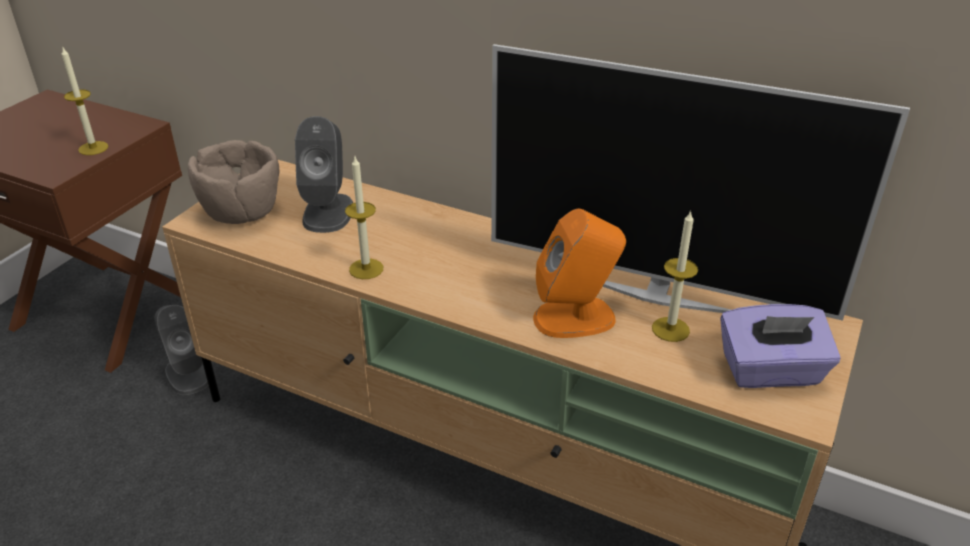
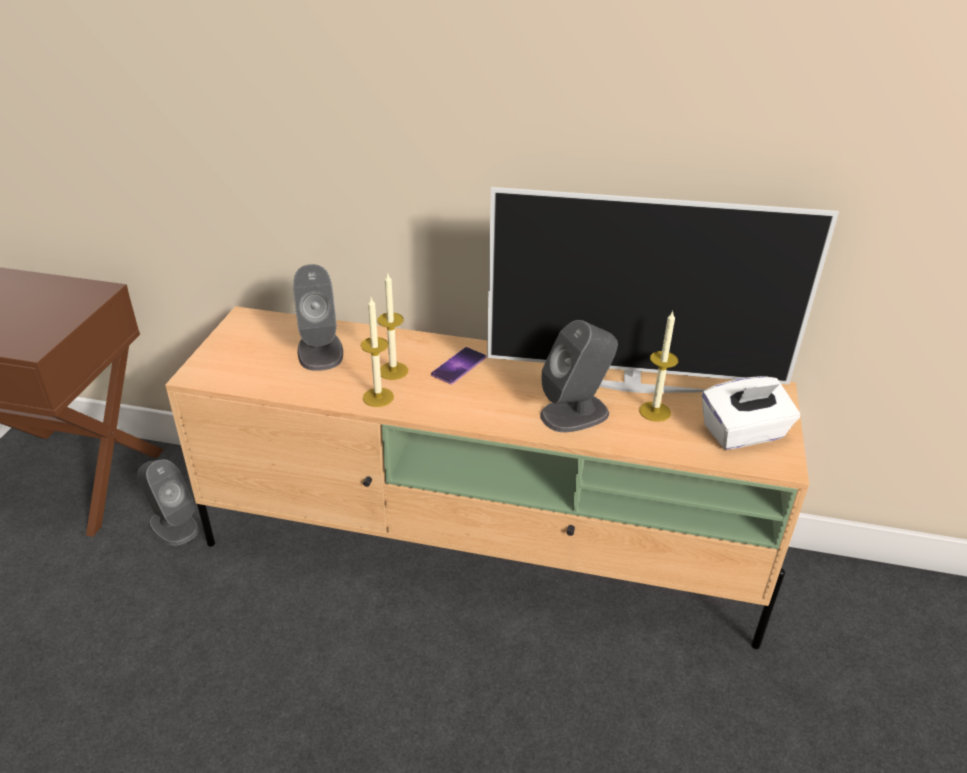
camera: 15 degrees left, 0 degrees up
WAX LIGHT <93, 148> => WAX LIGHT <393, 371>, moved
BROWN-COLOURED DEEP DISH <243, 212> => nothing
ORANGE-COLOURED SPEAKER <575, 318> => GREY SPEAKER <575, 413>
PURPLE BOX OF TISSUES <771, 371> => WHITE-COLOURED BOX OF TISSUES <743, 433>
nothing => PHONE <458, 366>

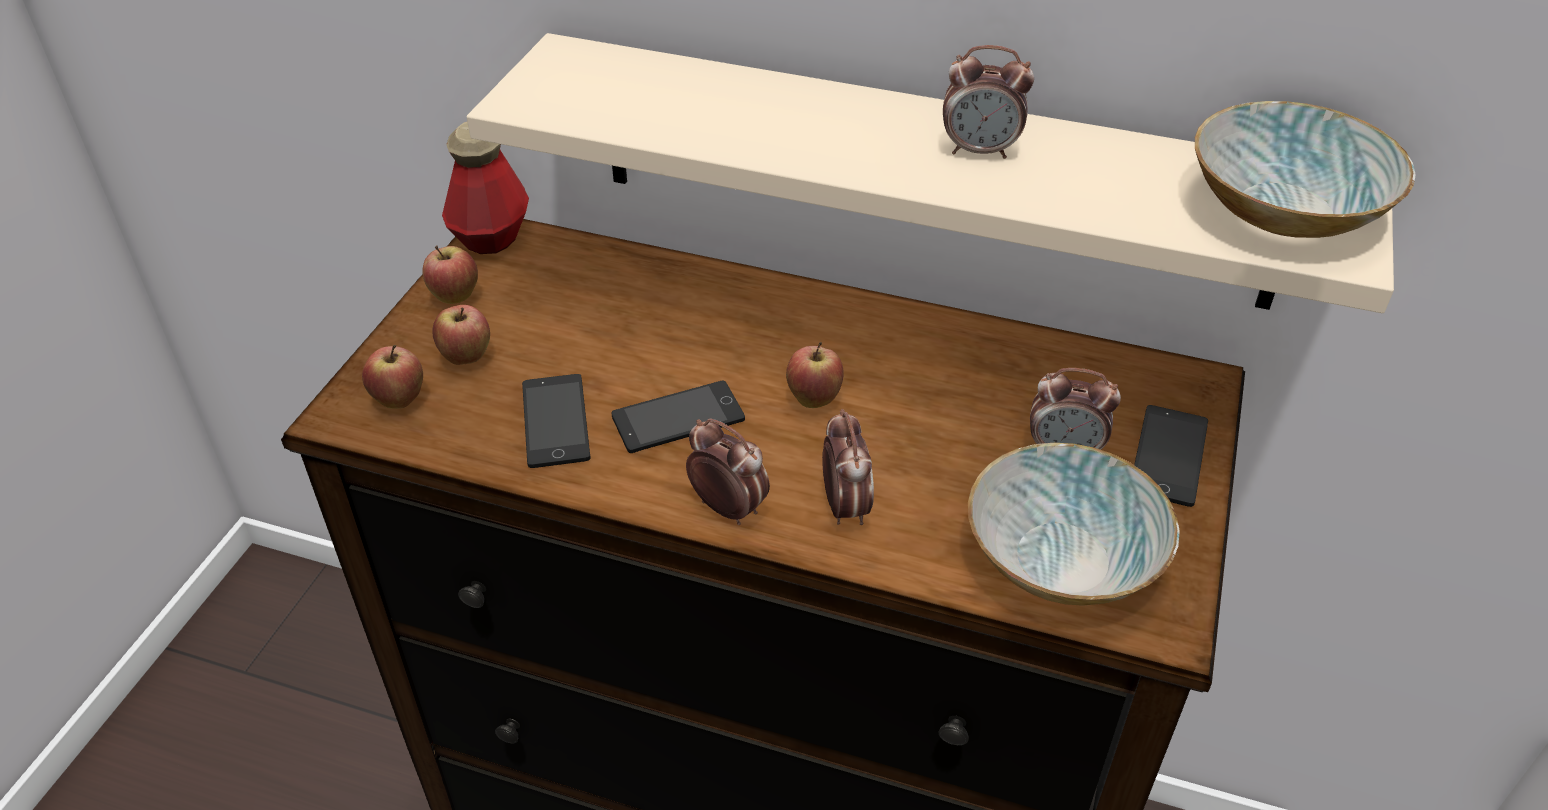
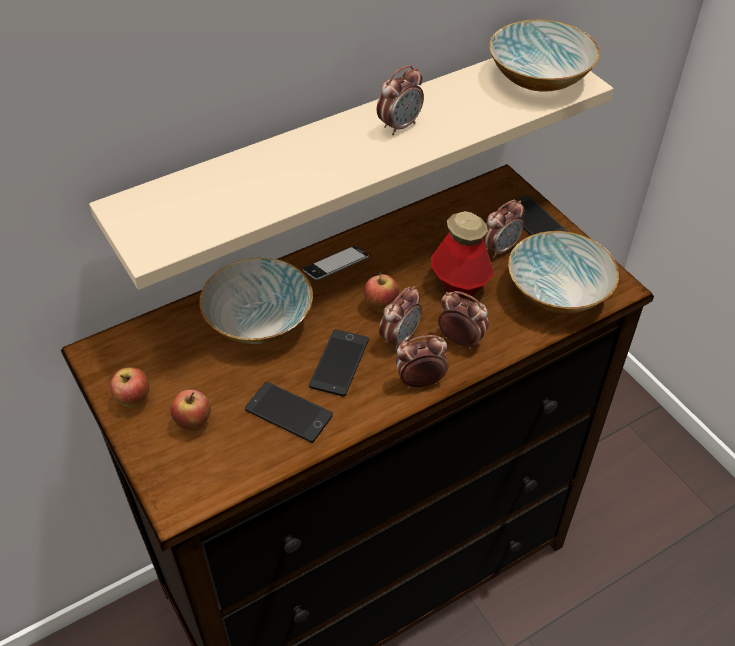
camera: 50 degrees left, 5 degrees up
APPLE <400, 400> => nothing
BOTTLE <491, 237> => BOTTLE <459, 283>, moved
nothing => DEEP DISH <260, 321>
nothing => PHONE <336, 267>
nothing => ALARM CLOCK <400, 338>

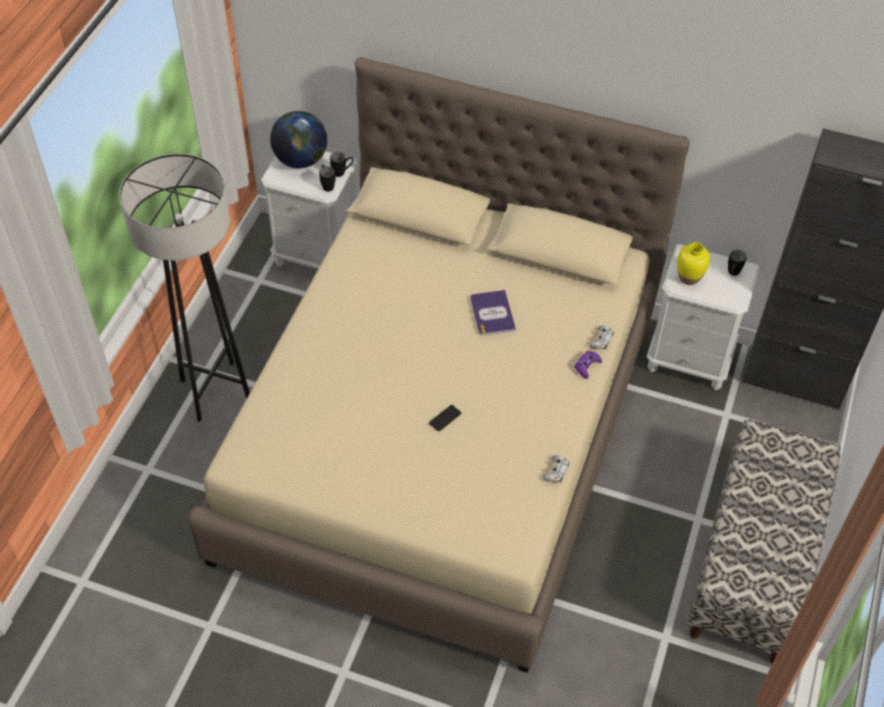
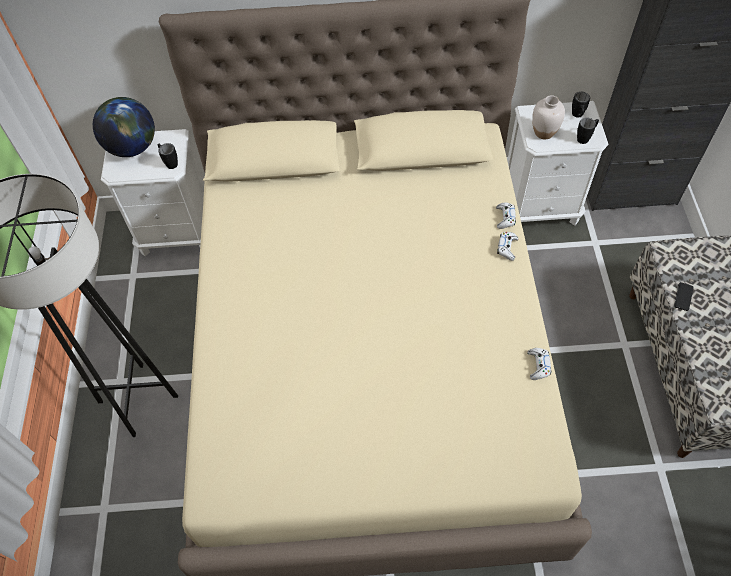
camera: 20 degrees left, 5 degrees up
BLACKISH MUG <342, 172> => BLACKISH MUG <585, 138>, moved
PHONE <445, 418> => PHONE <683, 297>, moved
VOLUME <492, 313> => nothing
PURPLE GAME CONTROLLER <587, 366> => WHITE-COLOURED GAME CONTROLLER <507, 248>
YELLOW-COLOURED DECORATIVE VASE <689, 277> => WHITE-COLOURED DECORATIVE VASE <543, 132>

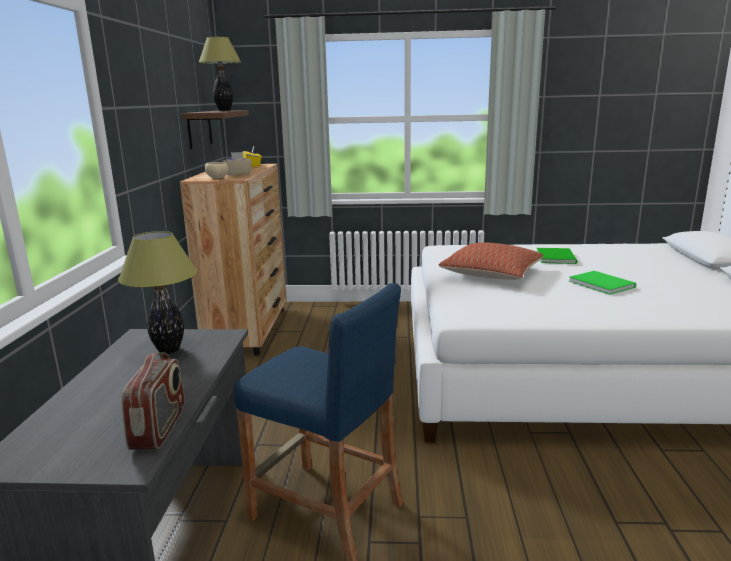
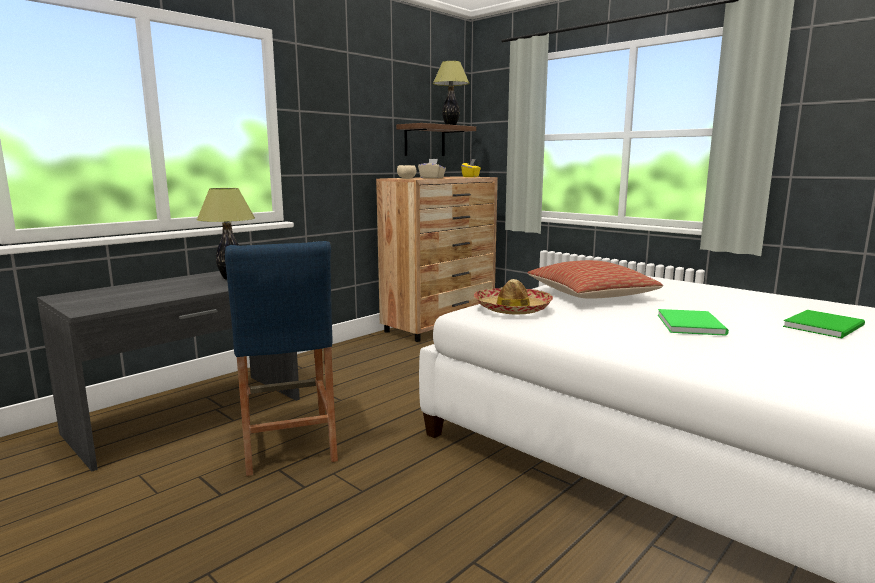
camera: 40 degrees right, 5 degrees down
RADIO <159, 428> => nothing
GREEN VOLUME <556, 257> => GREEN VOLUME <826, 326>, moved
nothing => CLOTHING HAT <512, 309>

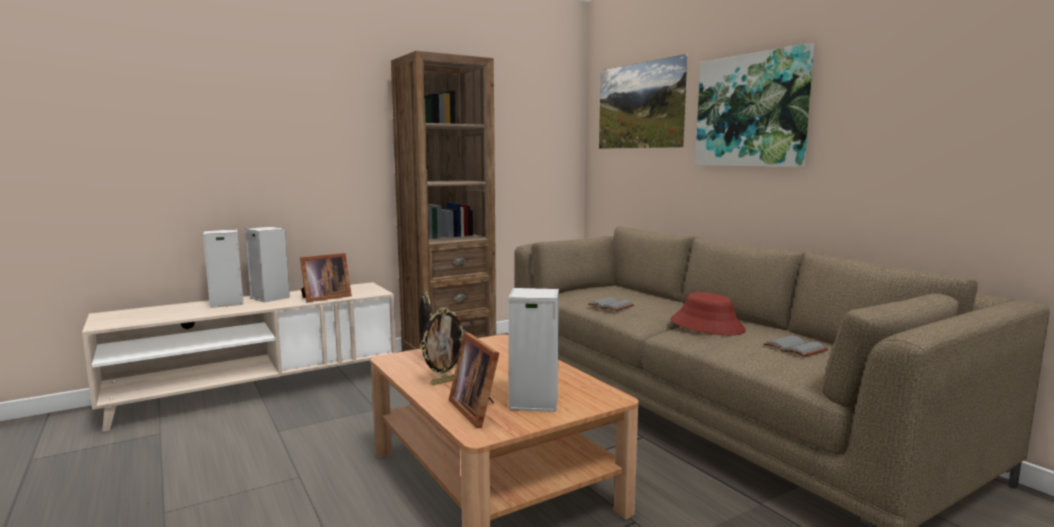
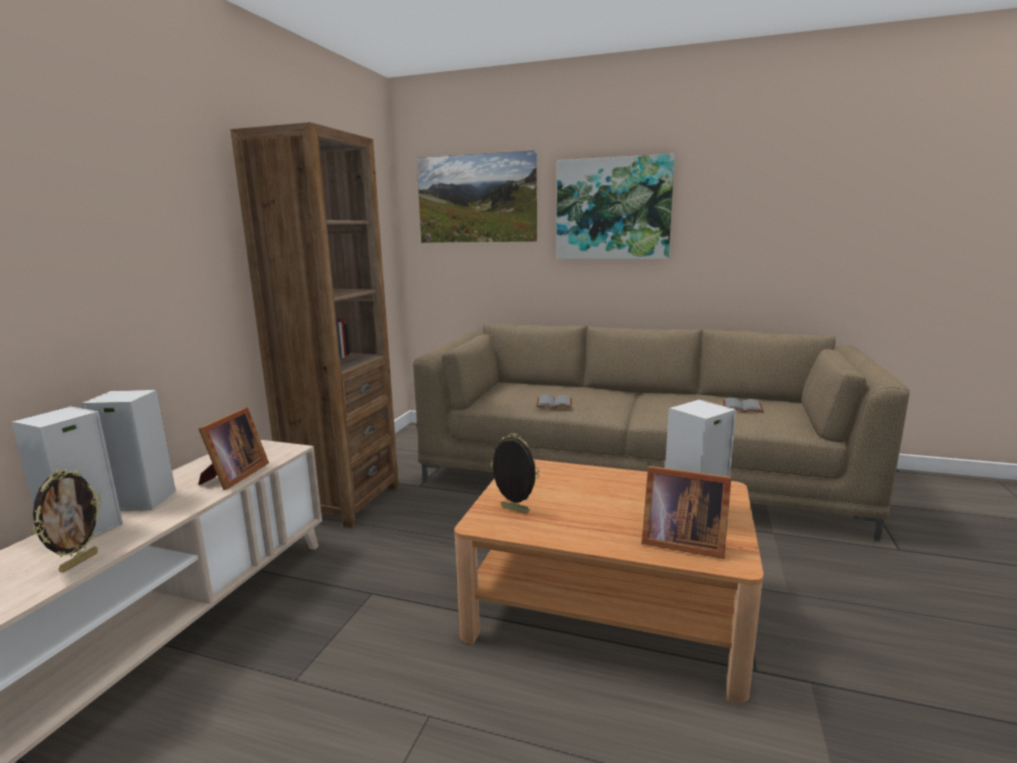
camera: 40 degrees left, 5 degrees up
STANDING FRAME <443, 381> => STANDING FRAME <78, 562>, moved
REDDISH CLOTHING HAT <707, 326> => nothing

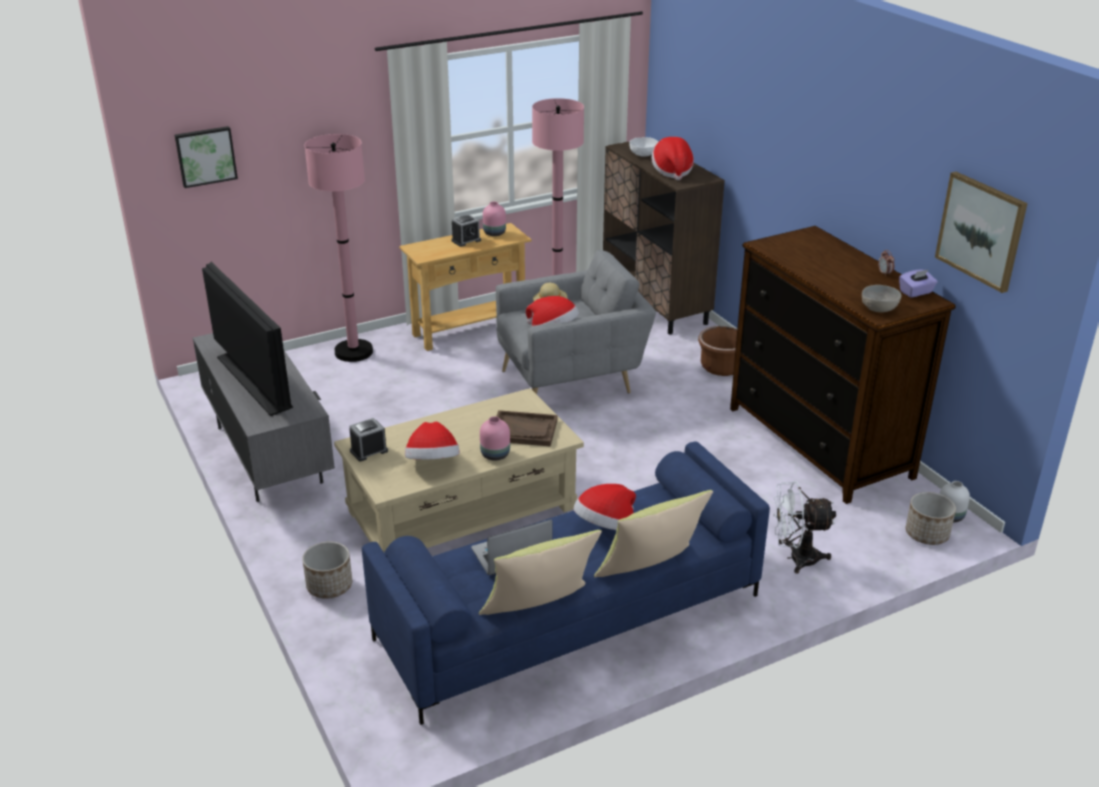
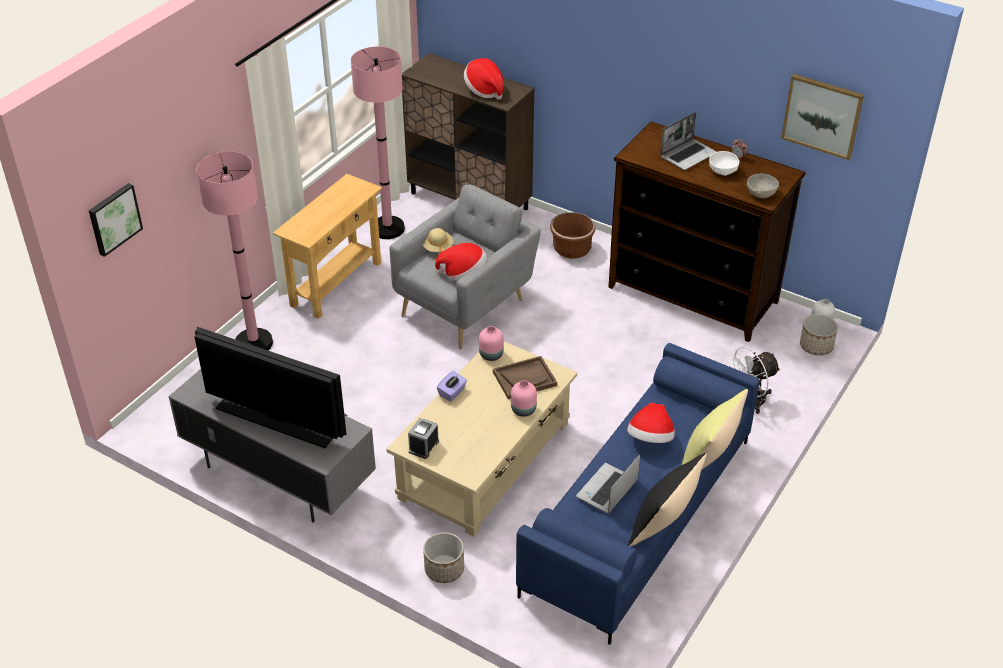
camera: 30 degrees left, 10 degrees up
CLOTHING HAT <433, 463> => nothing
ALARM CLOCK <466, 240> => nothing
YELLOW-COLOURED CUSHION <539, 609> => BLACKISH CUSHION <663, 524>
PINK-COLOURED DECORATIVE VASE <494, 233> => PINK-COLOURED DECORATIVE VASE <491, 355>, moved
WHITE-COLOURED DEEP DISH <643, 154> => WHITE-COLOURED DEEP DISH <723, 171>, moved
PURPLE BOX OF TISSUES <916, 292> => PURPLE BOX OF TISSUES <452, 392>, moved
nothing => PORTABLE COMPUTER <688, 155>

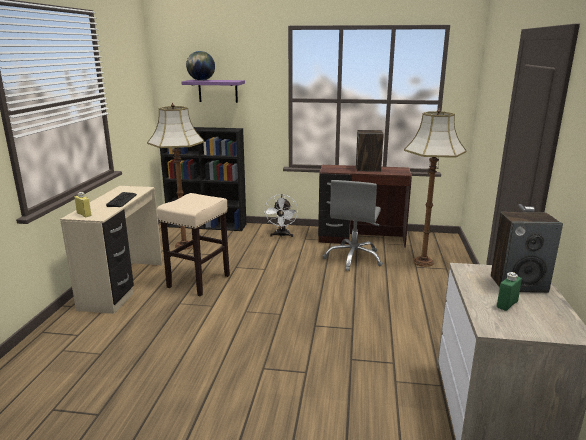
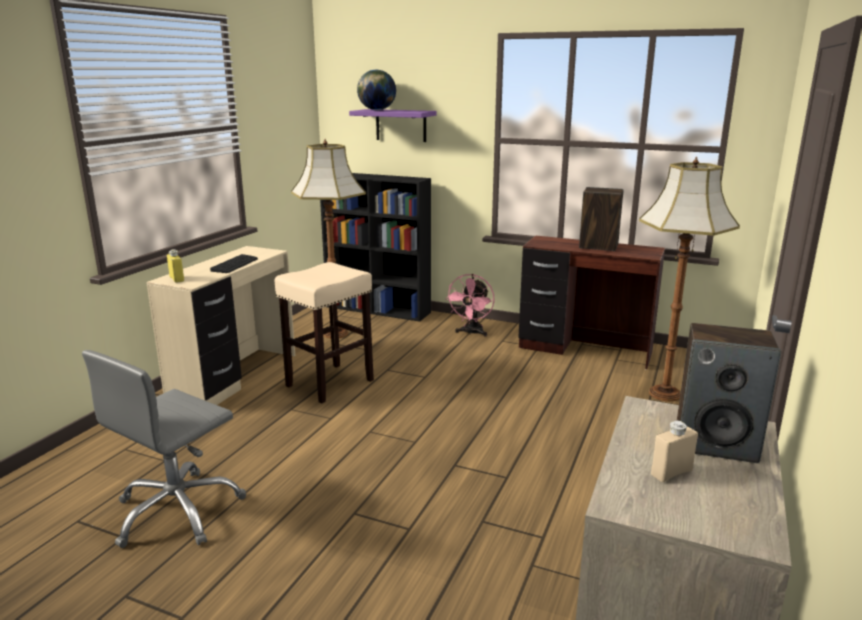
camera: 15 degrees right, 0 degrees up
WHITE-COLOURED ELECTRIC FAN <281, 235> => PINK-COLOURED ELECTRIC FAN <471, 333>
GREY COMPUTER CHAIR <353, 258> => GREY COMPUTER CHAIR <178, 511>, moved
GREEN BOTTLE <507, 304> => SAND-COLOURED BOTTLE <671, 473>

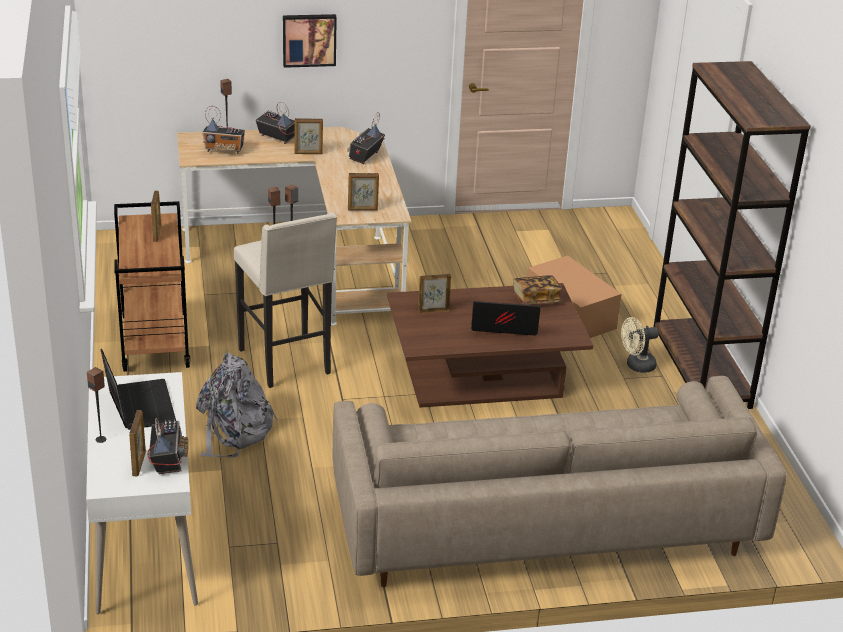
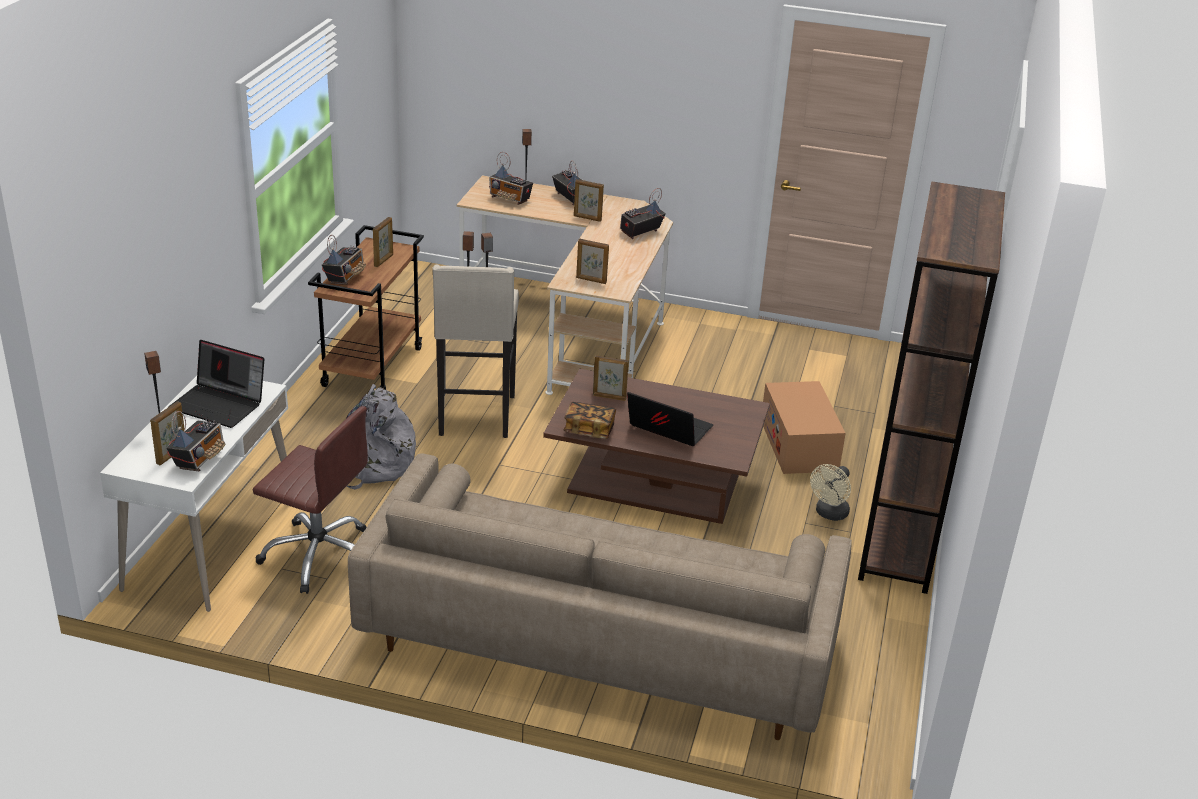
camera: 25 degrees right, 0 degrees up
PORTABLE COMPUTER <138, 405> => PORTABLE COMPUTER <220, 404>, 105 degrees clockwise
PICTURE <309, 39> => nothing
VOLUME <536, 299> => VOLUME <589, 430>, moved
SAND-COLOURED ELECTRIC FAN <636, 366> => SAND-COLOURED ELECTRIC FAN <829, 514>, 60 degrees counterclockwise
nothing => BROWN-COLOURED COMPUTER CHAIR <319, 555>
nothing => RADIO <345, 277>

